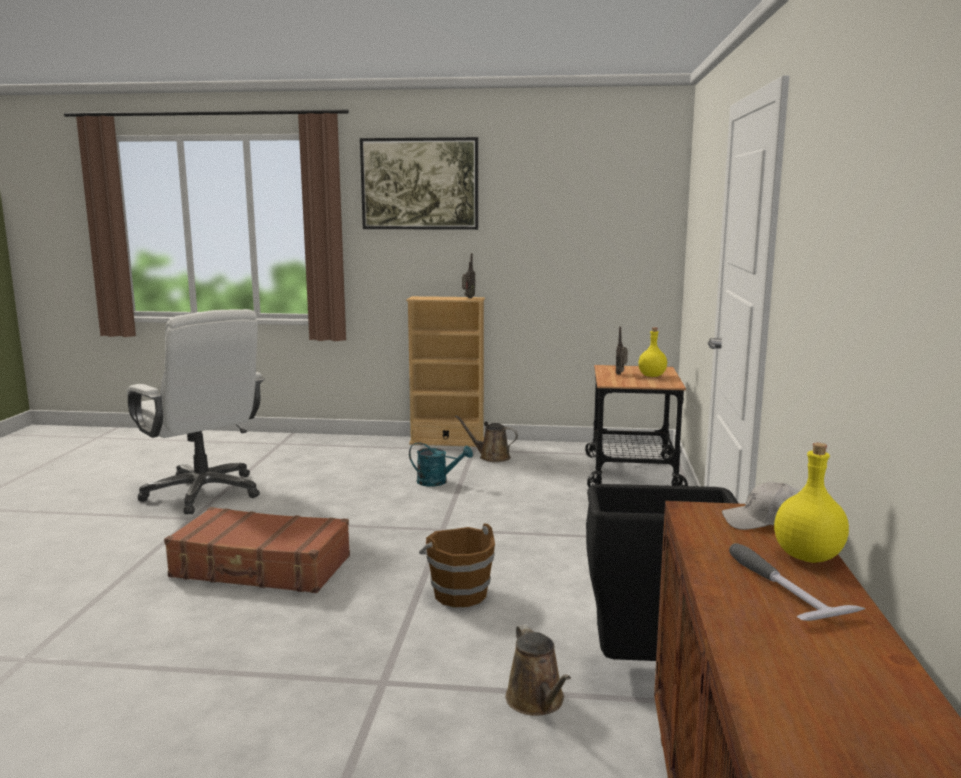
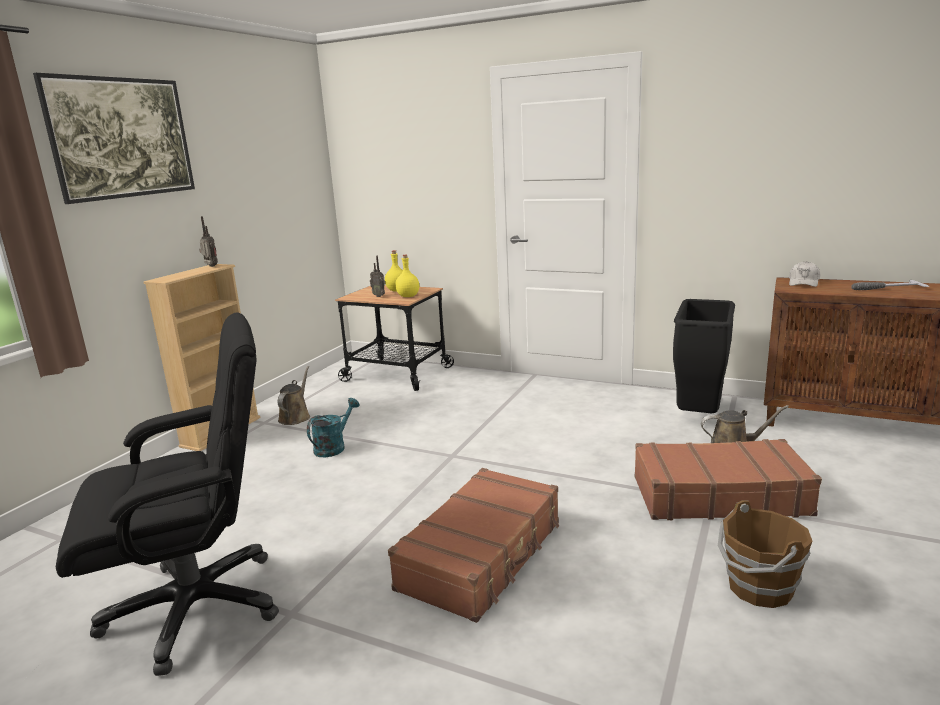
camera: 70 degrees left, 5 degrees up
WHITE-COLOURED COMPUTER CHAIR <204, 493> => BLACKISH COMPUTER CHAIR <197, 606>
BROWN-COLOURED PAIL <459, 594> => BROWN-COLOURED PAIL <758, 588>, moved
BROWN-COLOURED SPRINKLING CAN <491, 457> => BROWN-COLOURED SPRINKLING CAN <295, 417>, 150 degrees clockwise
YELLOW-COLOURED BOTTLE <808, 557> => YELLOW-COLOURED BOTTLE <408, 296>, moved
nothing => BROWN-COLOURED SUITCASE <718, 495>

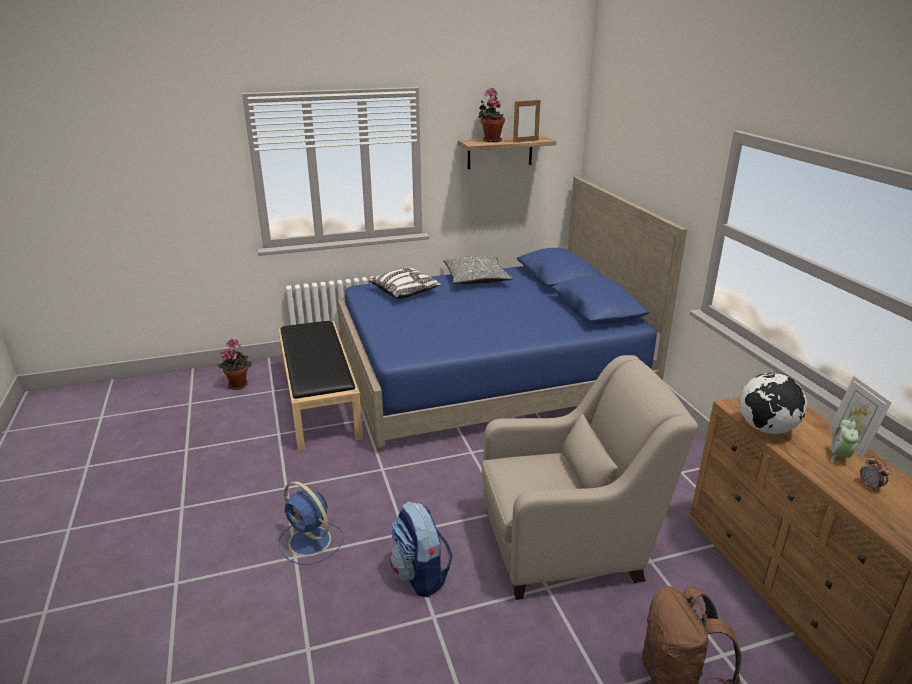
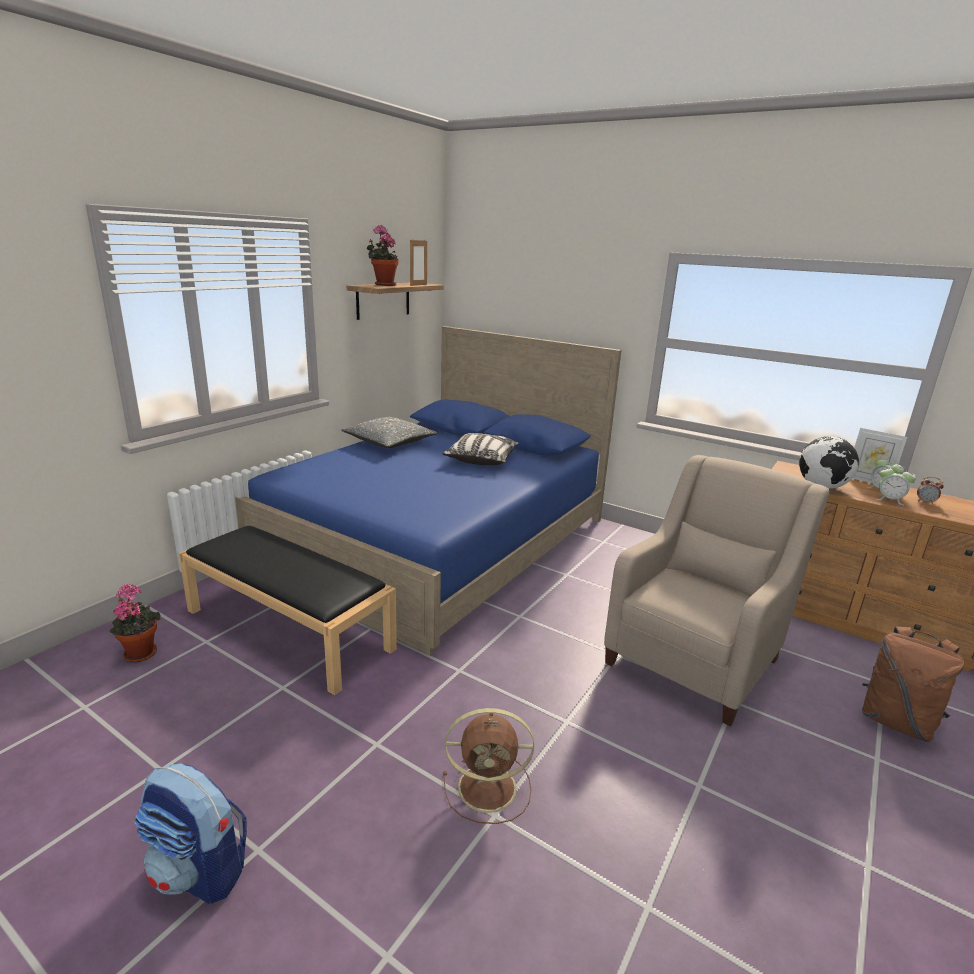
camera: 40 degrees left, 5 degrees down
BLUISH ELECTRIC FAN <311, 542> => BROWN-COLOURED ELECTRIC FAN <490, 787>
CUSHION <405, 292> => CUSHION <481, 459>, moved
RUCKSACK <421, 575> => RUCKSACK <200, 871>, moved
nothing => ALARM CLOCK <889, 500>

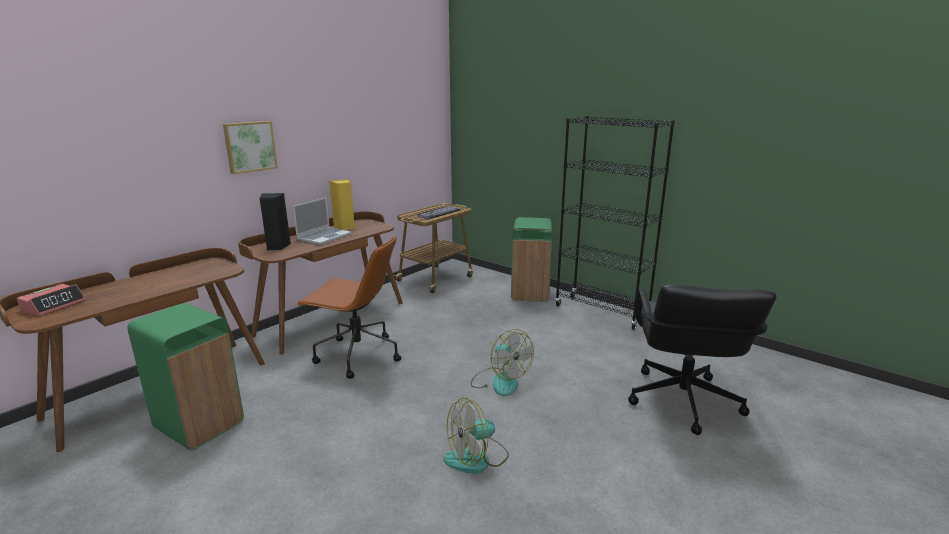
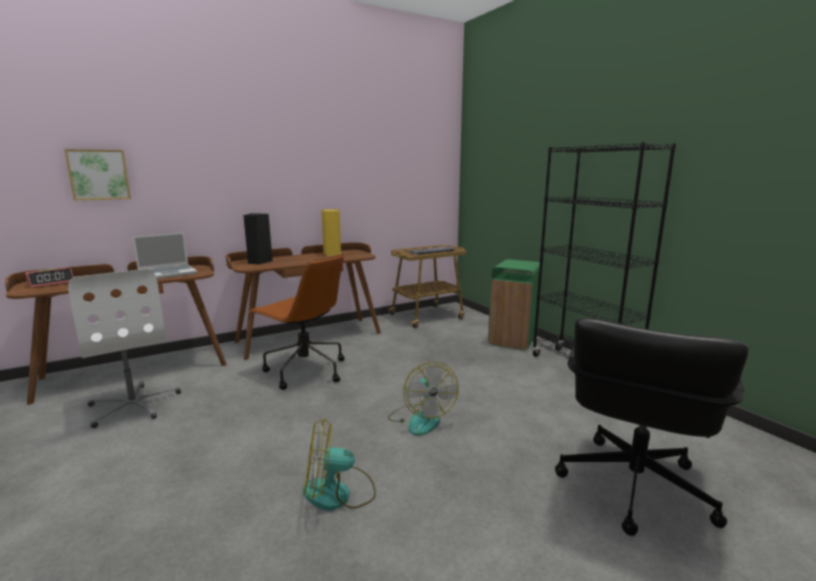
camera: 20 degrees right, 5 degrees down
GREEN TRASH CAN <199, 425> => WHITE-COLOURED COMPUTER CHAIR <134, 405>
PICTURE <250, 146> => PICTURE <99, 174>, moved
PORTABLE COMPUTER <324, 237> => PORTABLE COMPUTER <168, 273>, moved

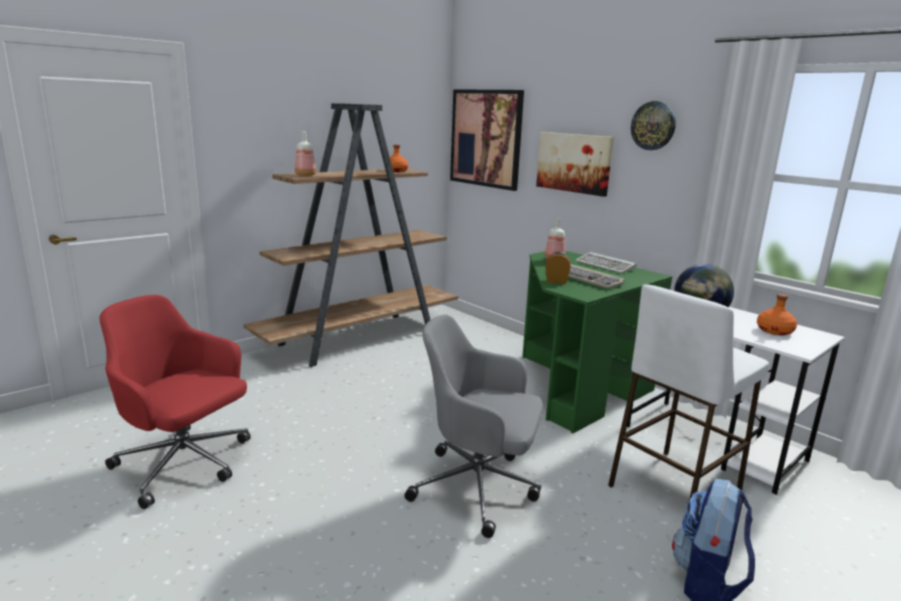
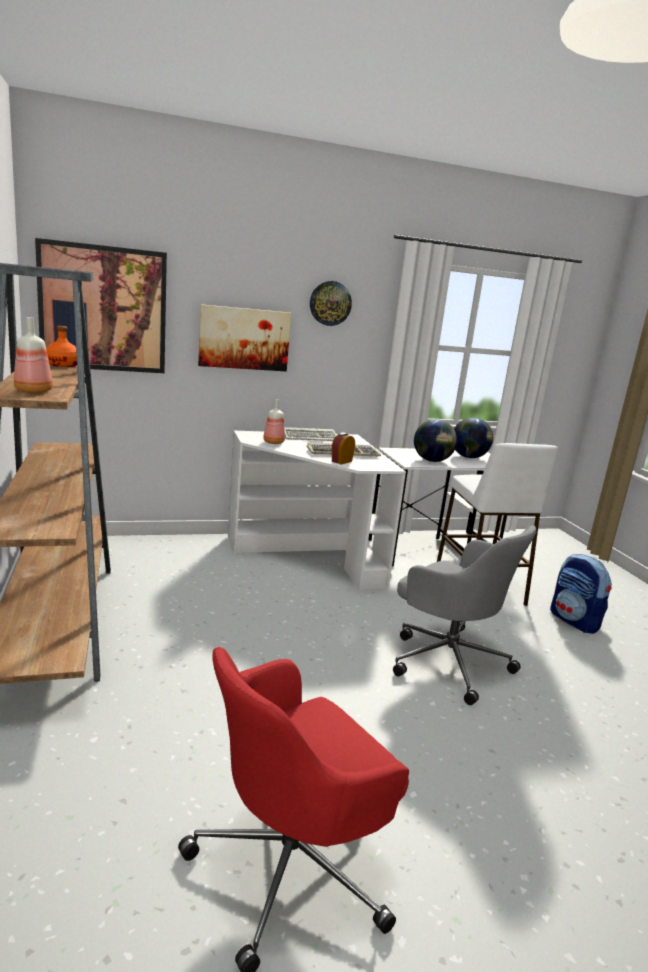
camera: 65 degrees left, 0 degrees up
GREY COMPUTER CHAIR <478, 488> => GREY COMPUTER CHAIR <447, 660>, 90 degrees counterclockwise
GREEN DESK <573, 384> => WHITE-COLOURED DESK <309, 556>
ORANGE-COLOURED BOTTLE <775, 331> => GLOBE <469, 457>

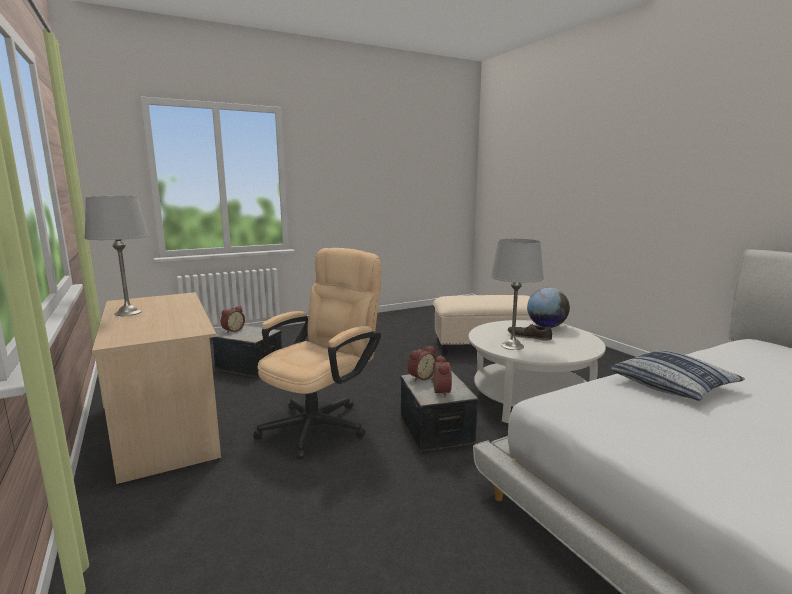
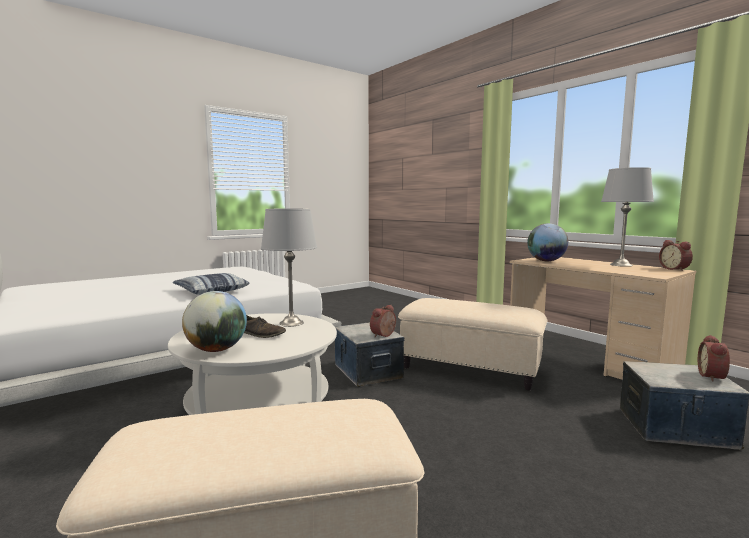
camera: 170 degrees right, 5 degrees down
SAND-COLOURED COMPUTER CHAIR <322, 423> => SAND-COLOURED POUFFE <469, 369>
ALARM CLOCK <439, 391> => ALARM CLOCK <675, 269>, moved
nothing => GLOBE <546, 261>

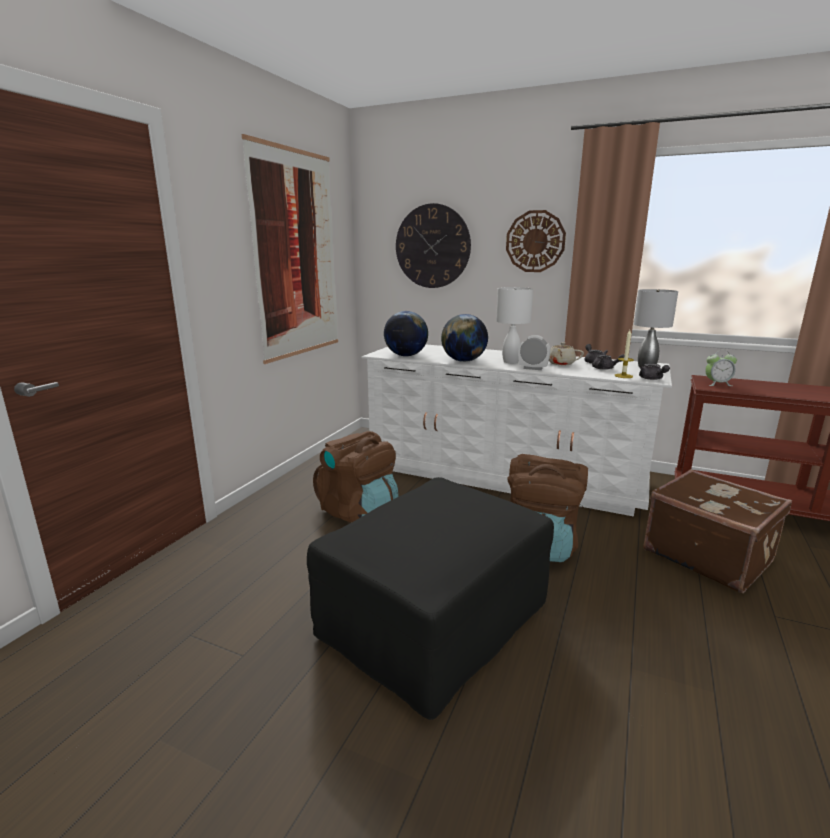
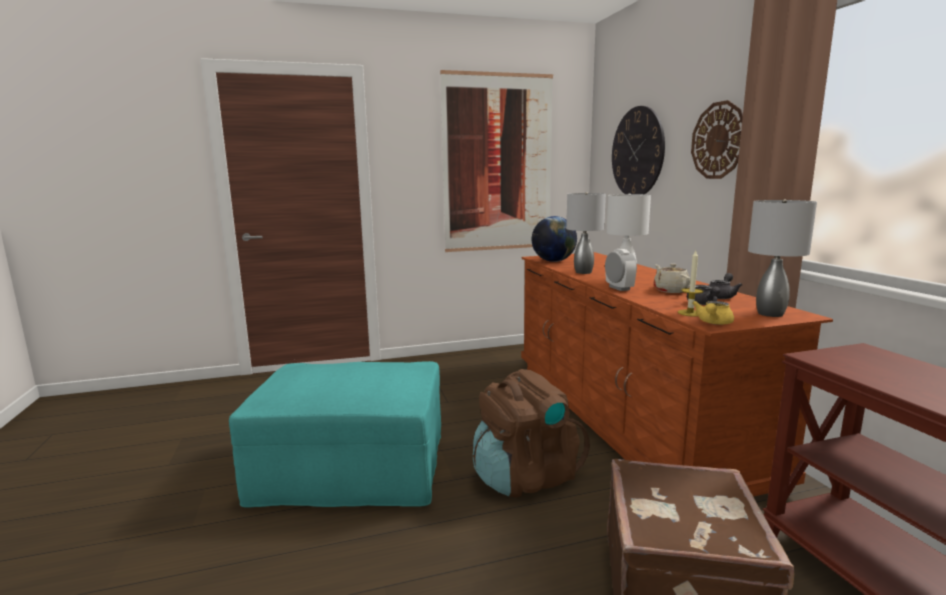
camera: 50 degrees right, 5 degrees down
BLACKISH POUFFE <434, 619> => TURQUOISE POUFFE <353, 469>
BROWN-COLOURED RUCKSACK <359, 513> => nothing
WHITE-COLOURED DRAWER CHEST <503, 474> => BROWN-COLOURED DRAWER CHEST <624, 415>
GLOBE <463, 361> => GREY LAMP FOR A TABLE <582, 272>
GREY POT FOR TEA <652, 379> => YELLOW-COLOURED POT FOR TEA <713, 323>
ALARM CLOCK <717, 384> => nothing

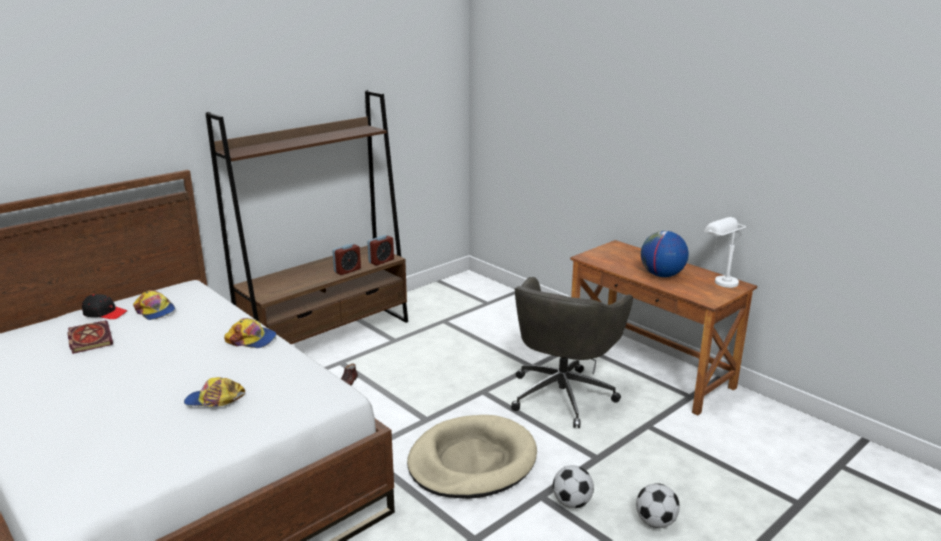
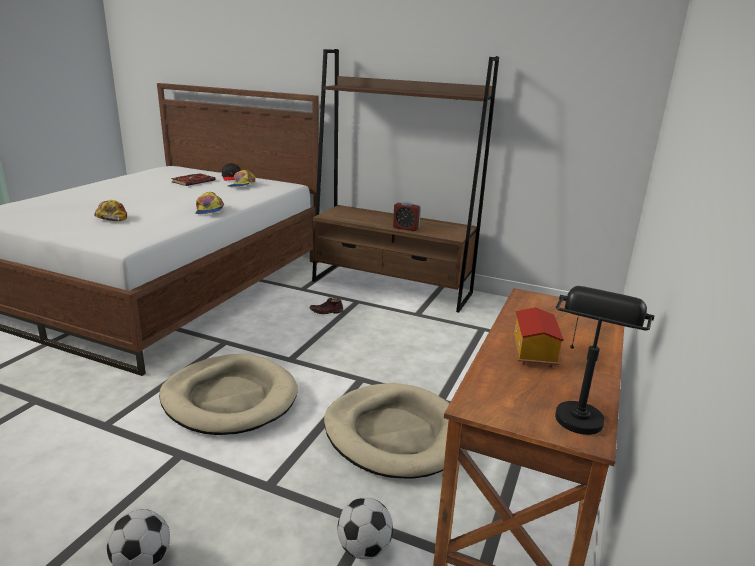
camera: 65 degrees right, 0 degrees up
ALARM CLOCK <381, 261> => nothing
GREY COMPUTER CHAIR <563, 394> => SAND-COLOURED PET BED <395, 434>
BALL FOR FOOTBALL <572, 503> => BALL FOR FOOTBALL <364, 549>, moved
GLOBE <661, 275> => MODEL HOUSE <532, 354>
WHITE-COLOURED LAMP FOR A TABLE <719, 280> => BLACKISH LAMP FOR A TABLE <580, 411>

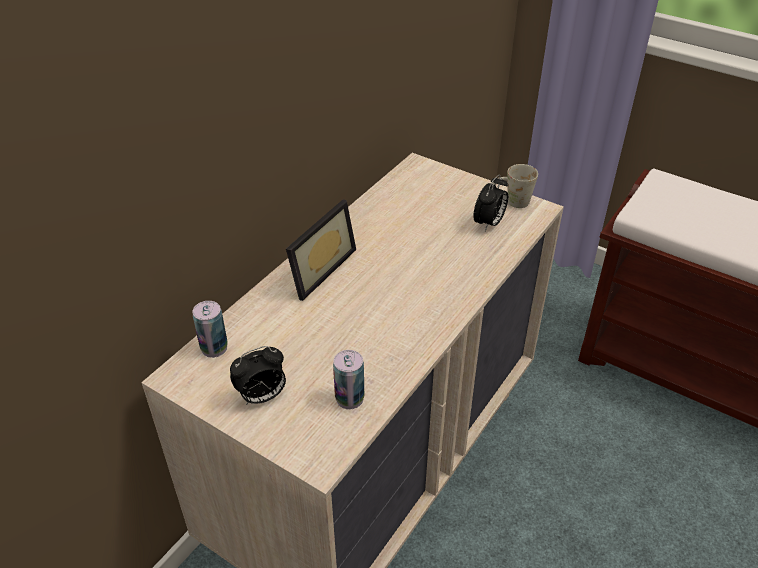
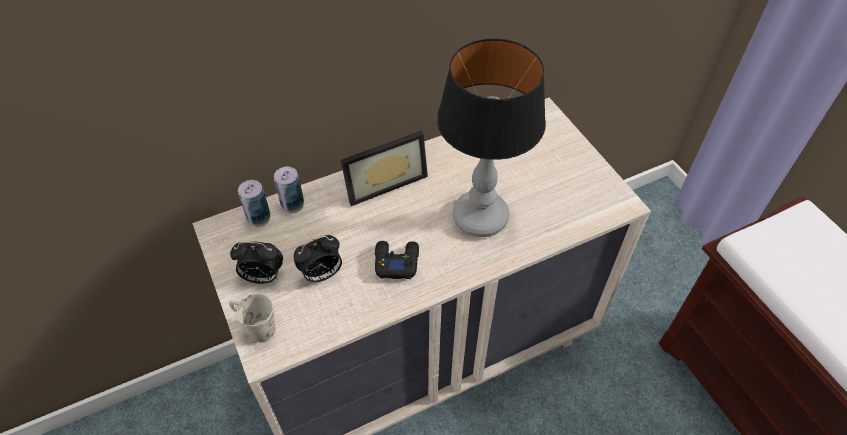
camera: 30 degrees right, 10 degrees up
CAN <349, 398> => CAN <292, 205>, moved
ALARM CLOCK <489, 223> => ALARM CLOCK <321, 274>, moved
WHITE-COLOURED MUG <510, 202> => WHITE-COLOURED MUG <255, 327>, moved
nothing => BLACKISH GAME CONTROLLER <396, 262>
nothing => LAMP FOR A TABLE <480, 216>

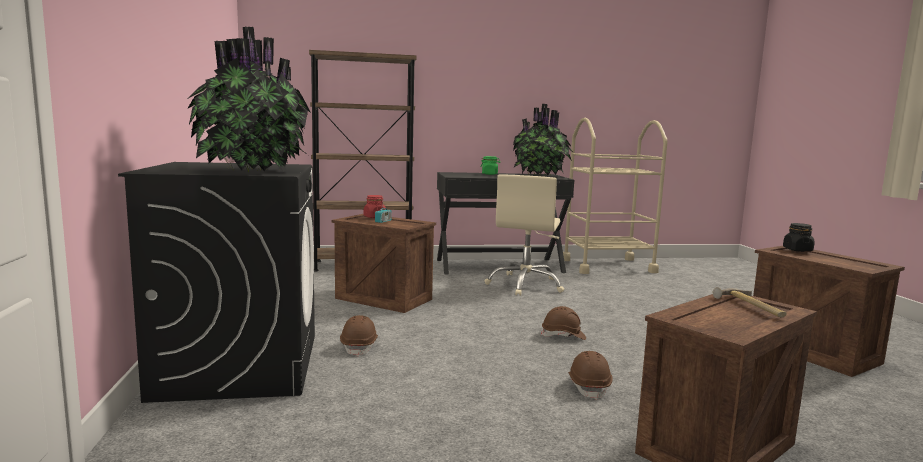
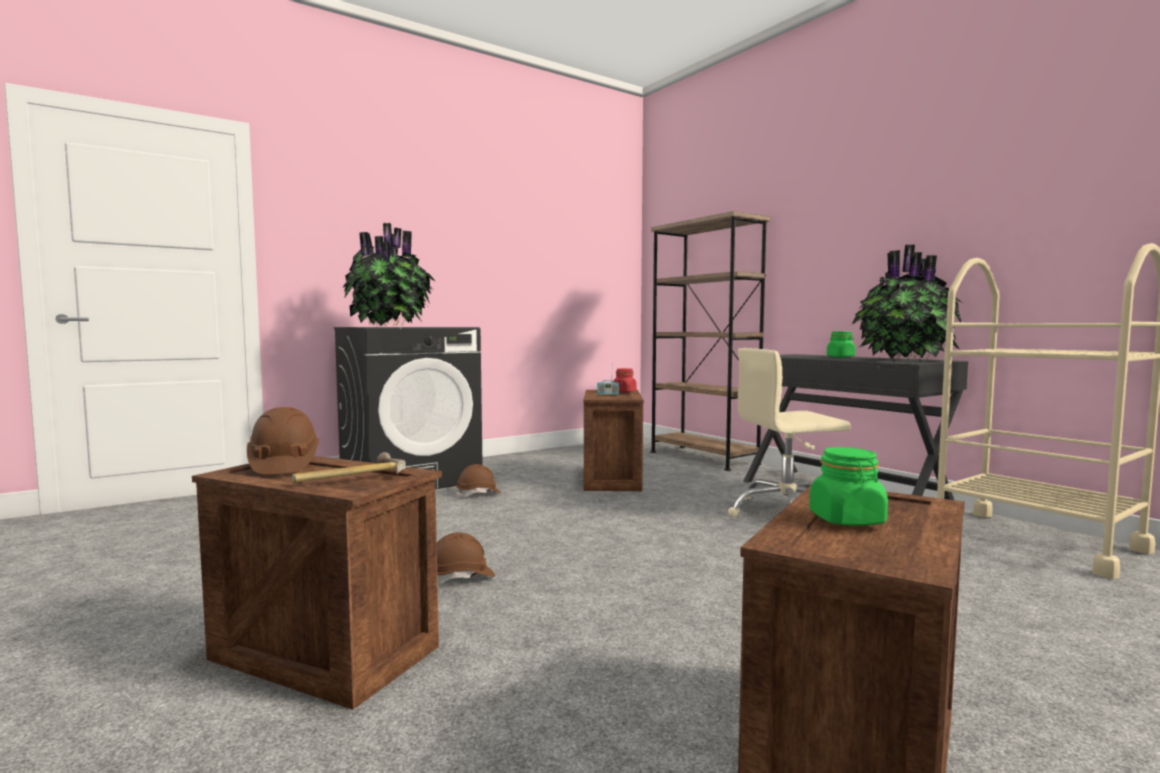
camera: 65 degrees right, 5 degrees down
BROWN-COLOURED SAFETY HELMET <563, 336> => BROWN-COLOURED SAFETY HELMET <283, 465>, moved
BLACKISH JAR <797, 250> => nothing
nothing => GREEN JAR <847, 520>

